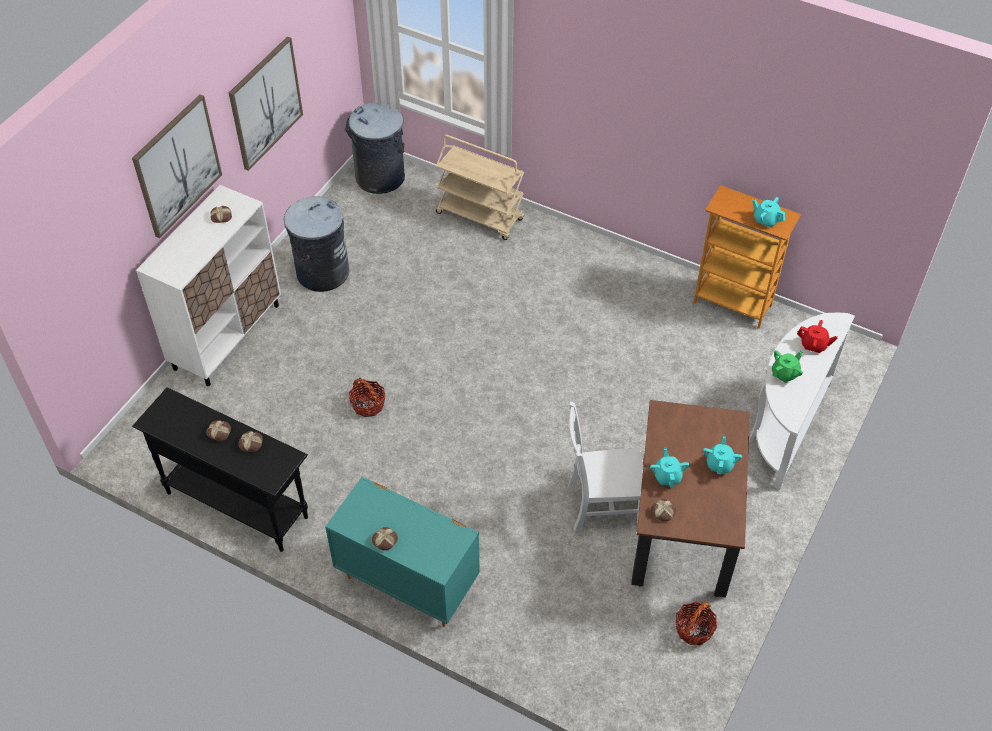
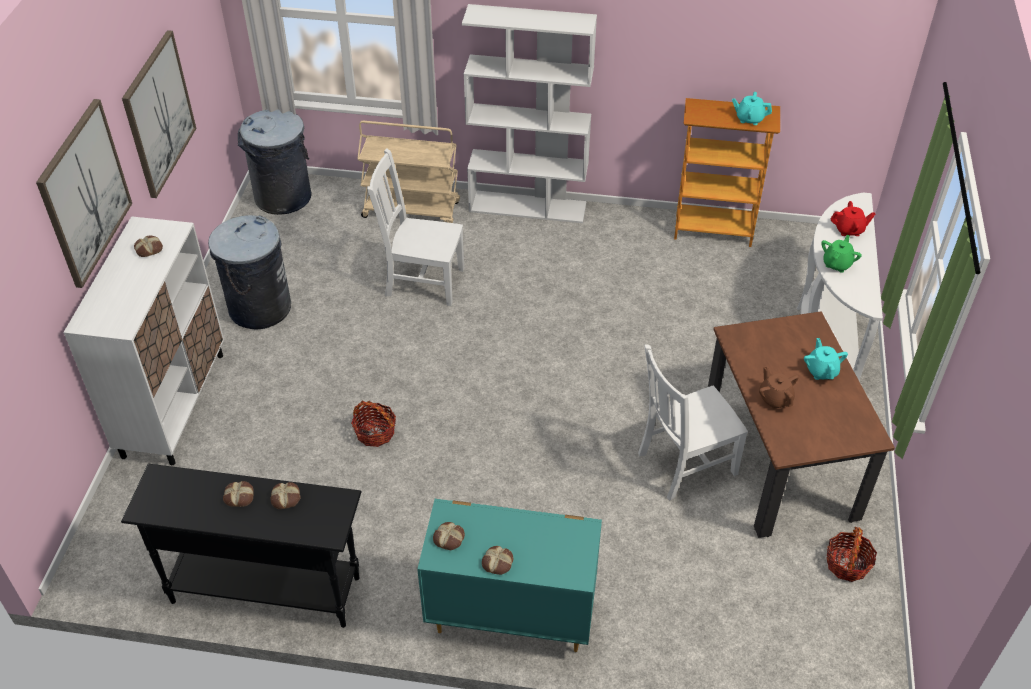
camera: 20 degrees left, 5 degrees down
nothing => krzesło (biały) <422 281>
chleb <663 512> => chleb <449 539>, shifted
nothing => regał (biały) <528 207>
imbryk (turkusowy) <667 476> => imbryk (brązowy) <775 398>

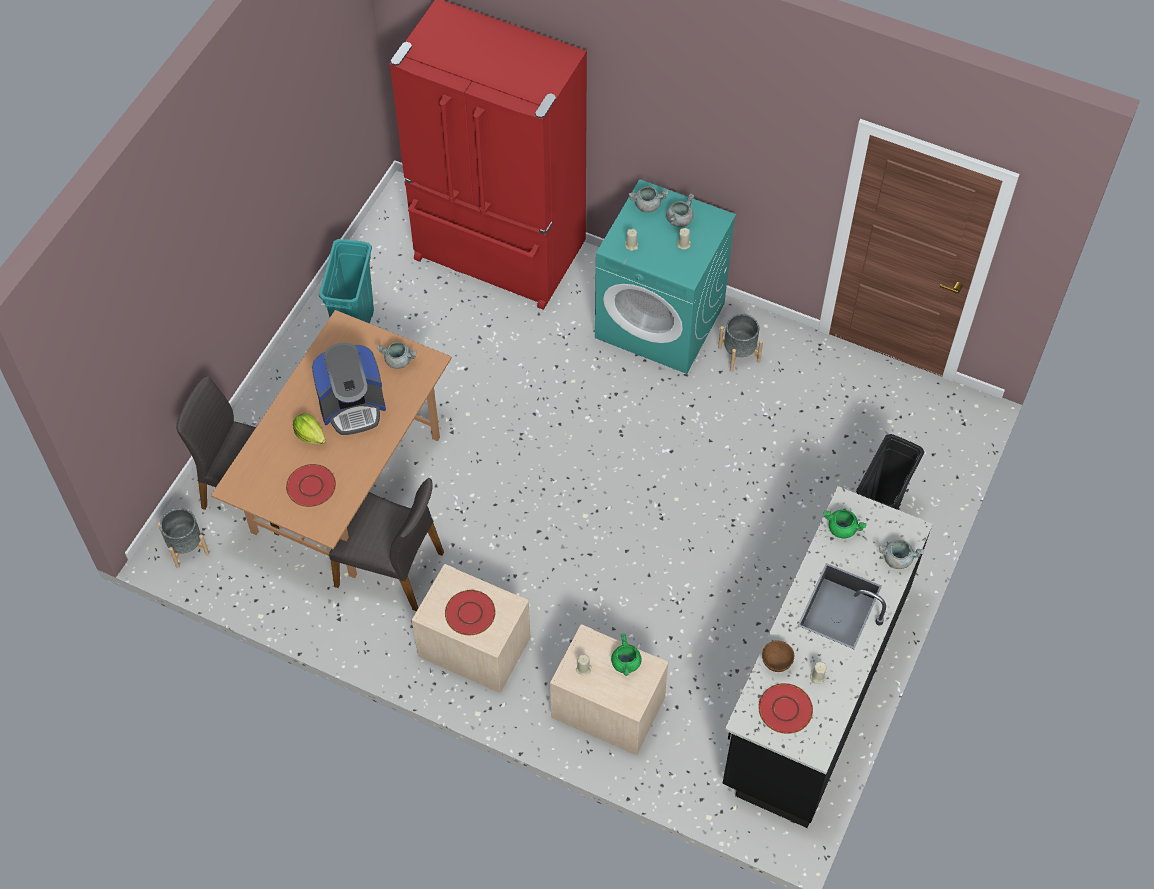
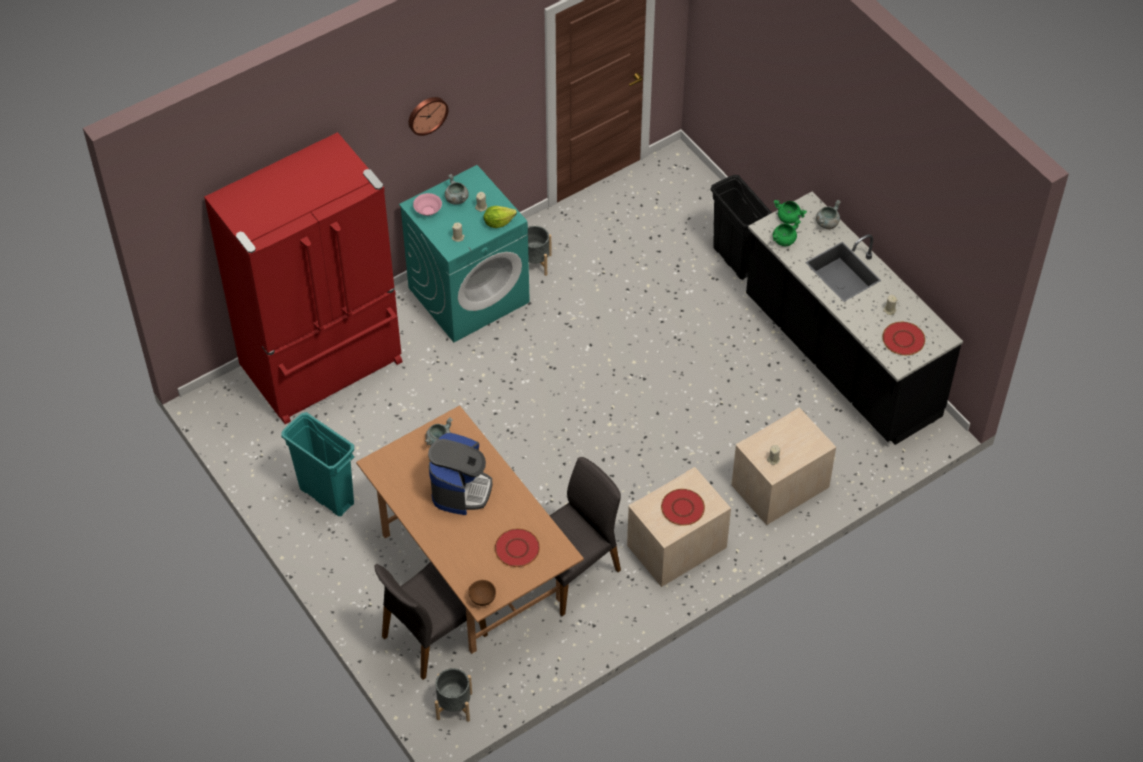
camera: 60 degrees left, 5 degrees down
nothing => zegar ścienny <427 114>
garnek (szary) <647 205> => miska (różowy) <428 210>
miska (brązowy) <776 663> => miska (brązowy) <482 599>, shifted
sałata <310 435> => sałata <498 222>, shifted
garnek (zielony) <626 663> => garnek (zielony) <789 218>, shifted

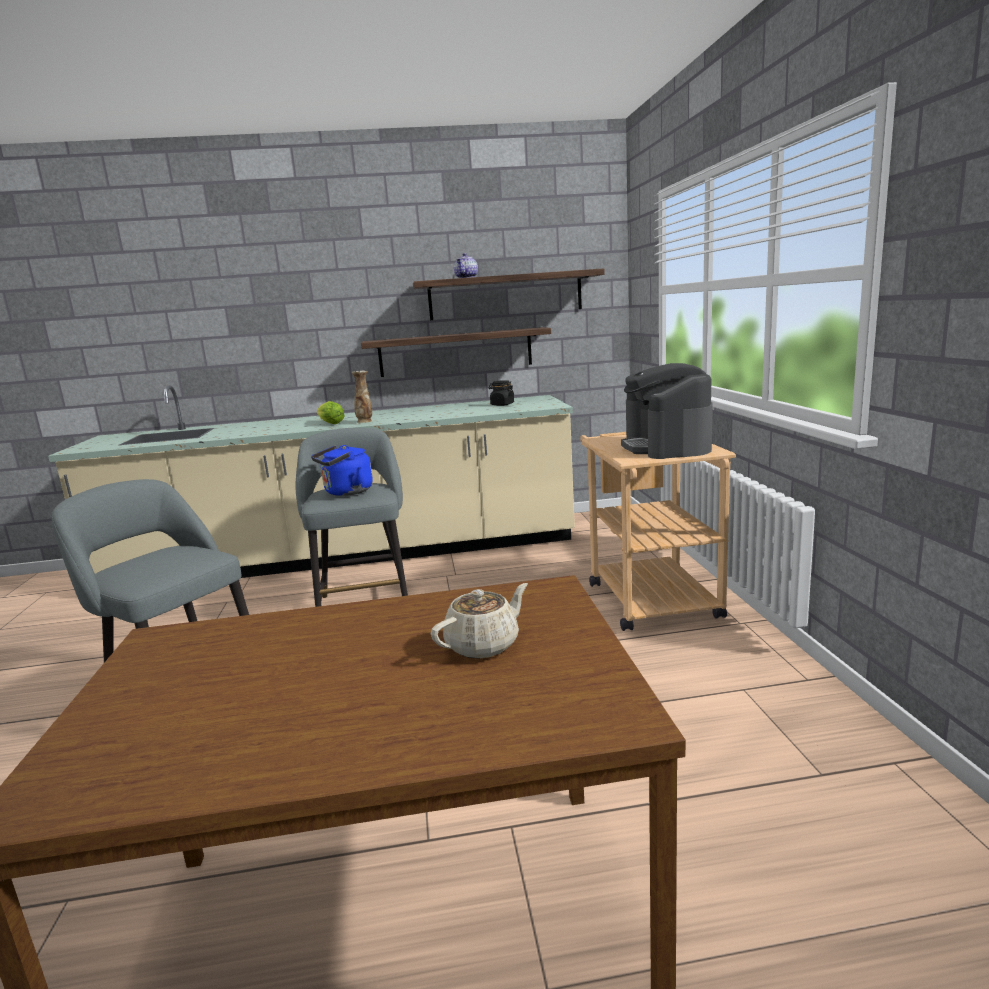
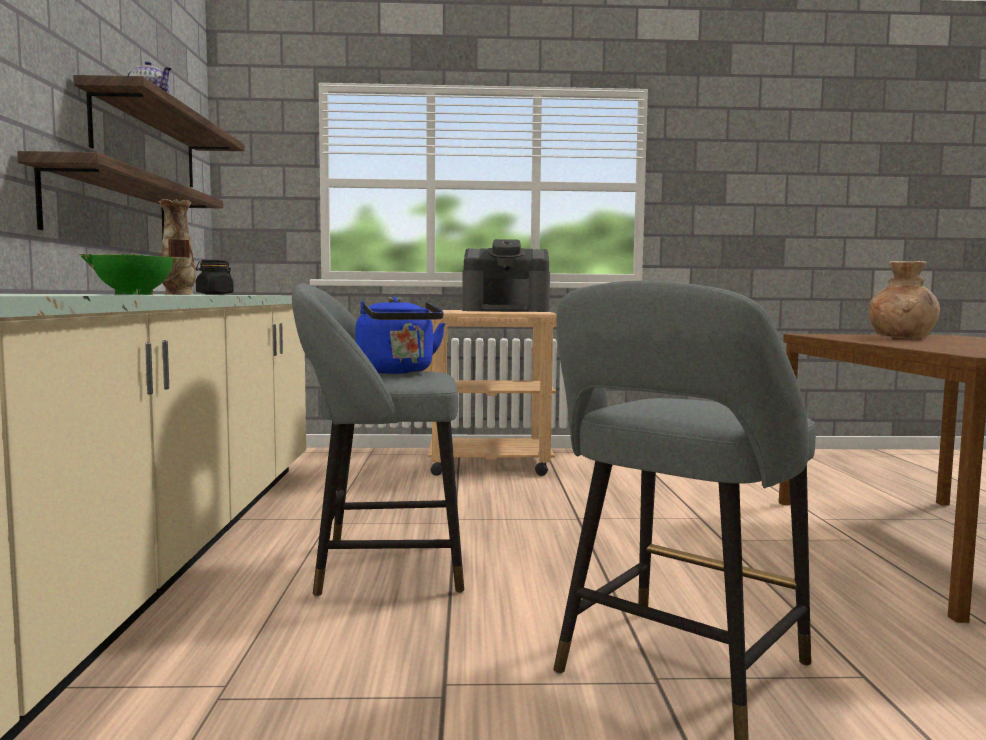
camera: 85 degrees left, 10 degrees down
sałata <329 423> => garnek (zielony) <135 294>
imbryk (beżowy) <484 645> => wazon (brązowy) <902 338>

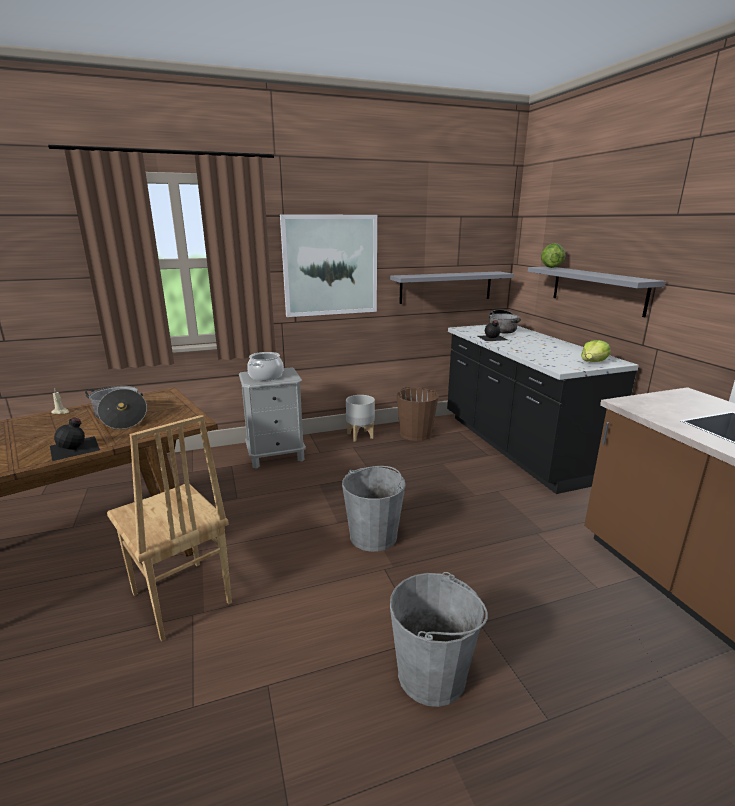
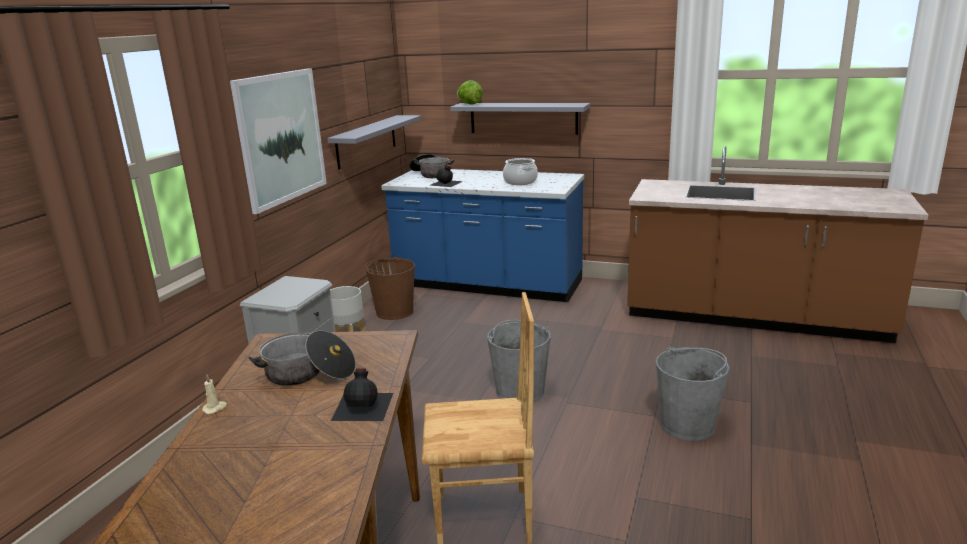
camera: 50 degrees left, 0 degrees up
zabudowa kuchenna (czarny) <516 446> => zabudowa kuchenna (niebieski) <488 285>
garnek <266 376> => garnek <520 182>, shifted
sałata <593 362> => nothing

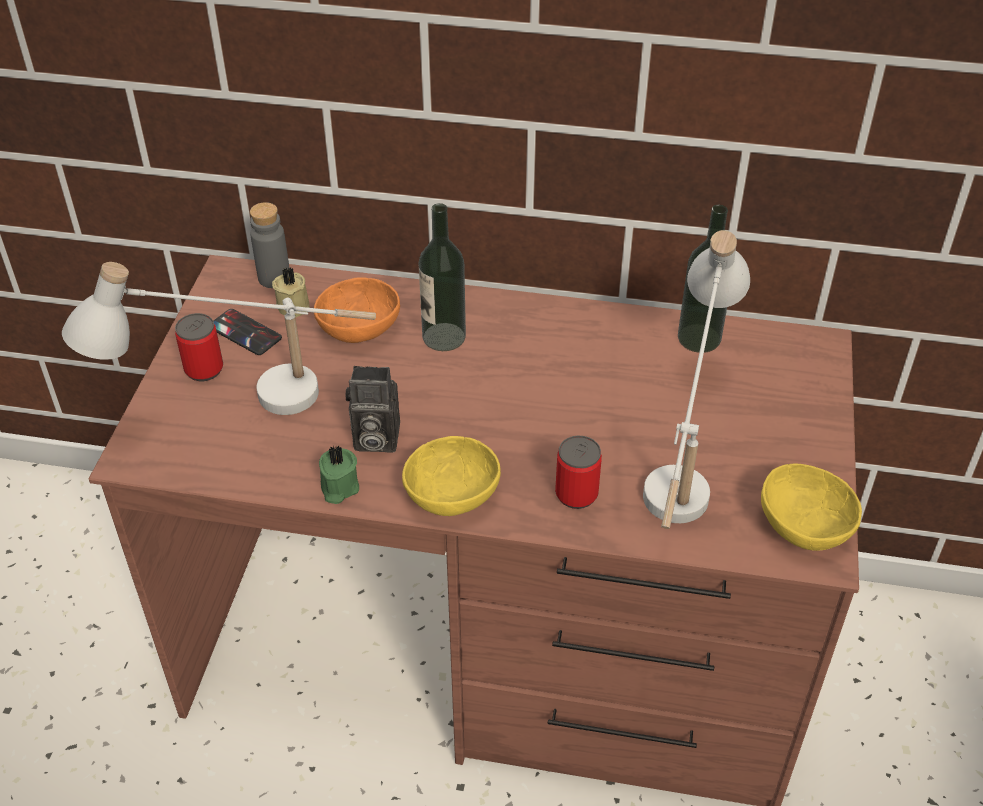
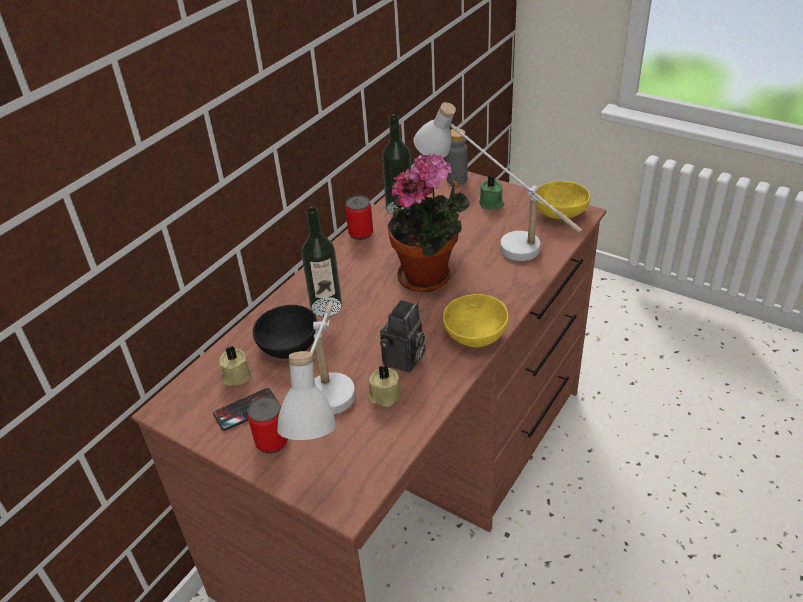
camera: 65 degrees left, 5 degrees down
miska (pomarańczowy) <357 328> => miska (czarny) <287 347>
puszka <576 494> => puszka <361 233>, shifted
nothing => świeca (beżowy) <384 396>
nothing => roślina doniczkowa <429 276>
butelka (szary) <274 278> => butelka (szary) <457 180>, shifted
świeca (zielony) <338 488> => świeca (zielony) <491 204>, shifted

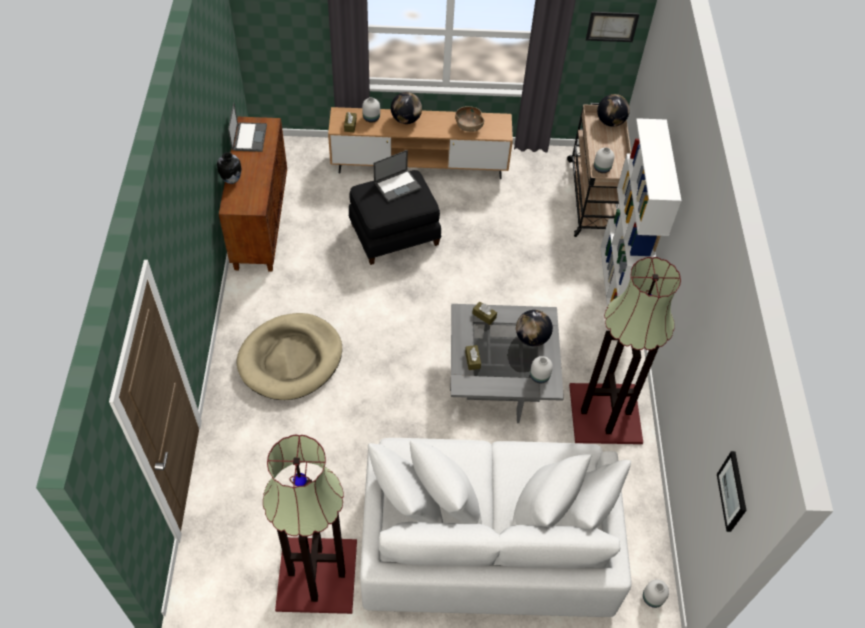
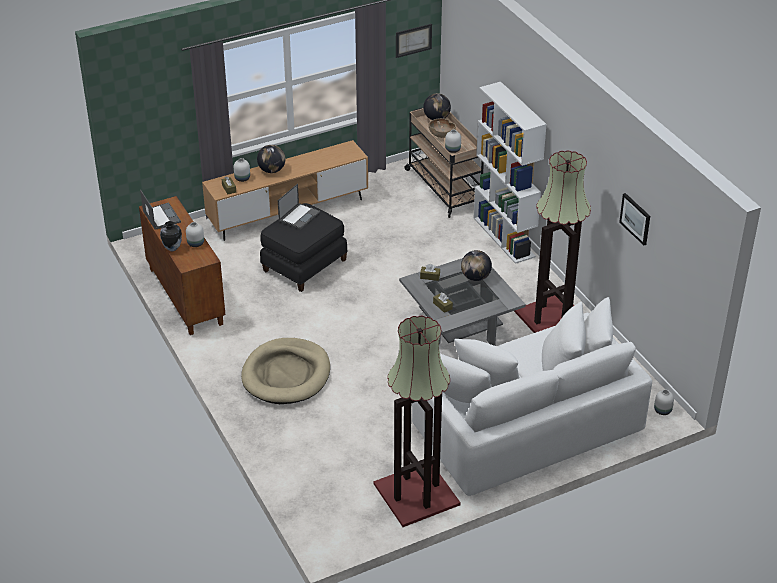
camera: 25 degrees left, 15 degrees down
wazon (biały) <539 377> => wazon (biały) <196 243>, shifted
miska (brązowy) <468 126> => miska (brązowy) <441 135>, shifted
obraz <733 491> => obraz <635 218>, shifted

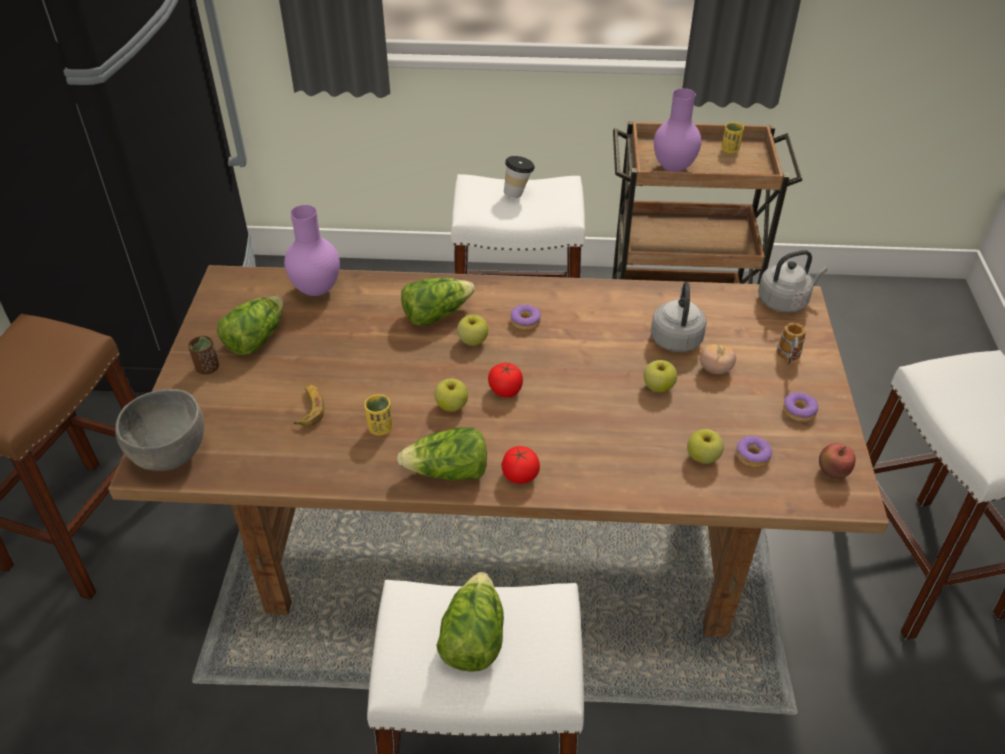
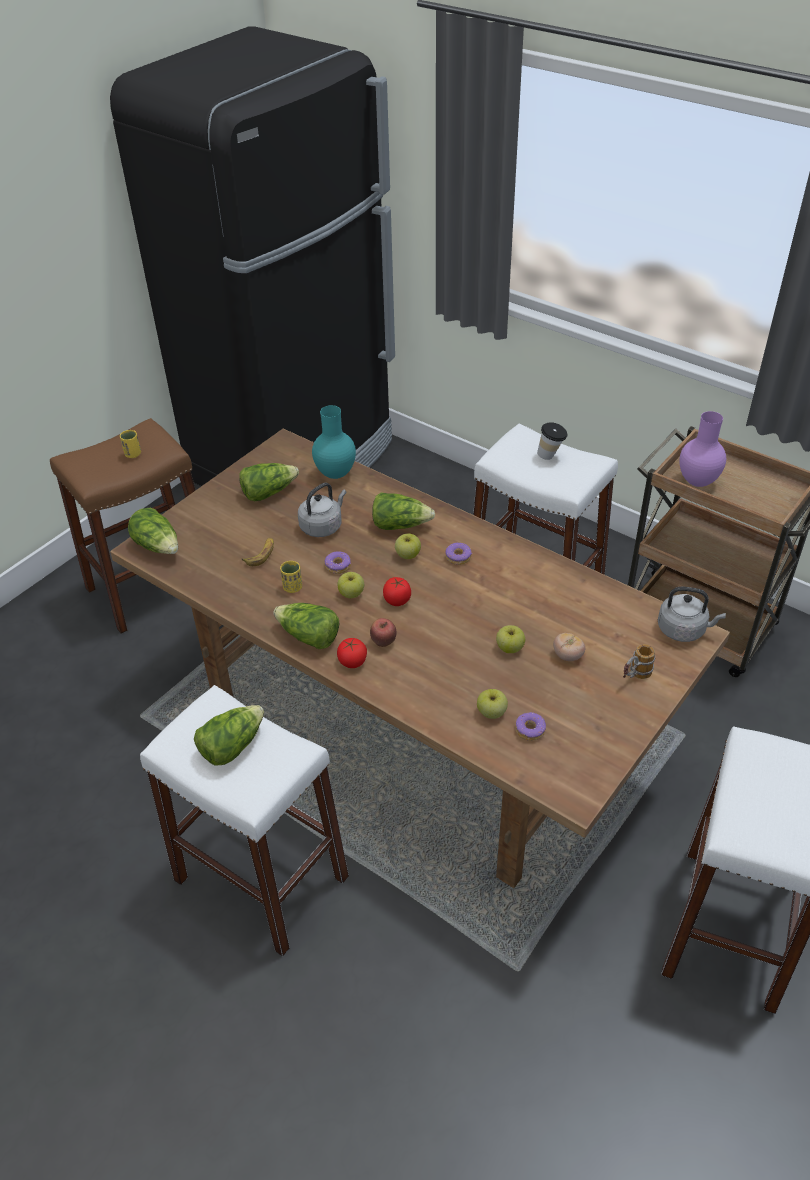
camera: 35 degrees right, 0 degrees up
filiżanka (żółty) <730 150> => filiżanka (żółty) <133 454>, shifted
miska (szary) <170 454> => sałata <158 546>
czajnik (szary) <676 337> => czajnik (szary) <323 526>, shifted
wazon (fioletowy) <315 291> => wazon (turkusowy) <334 474>
donut <799 411> => donut <338 566>, shifted
jabłko <832 473> => jabłko <383 642>, shifted
filiżanka (brązowy) <207 368> => nothing

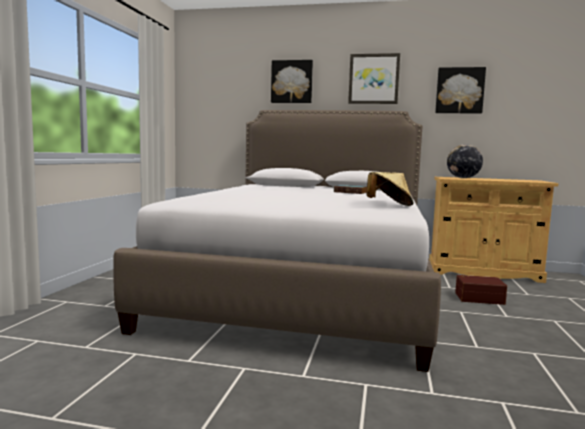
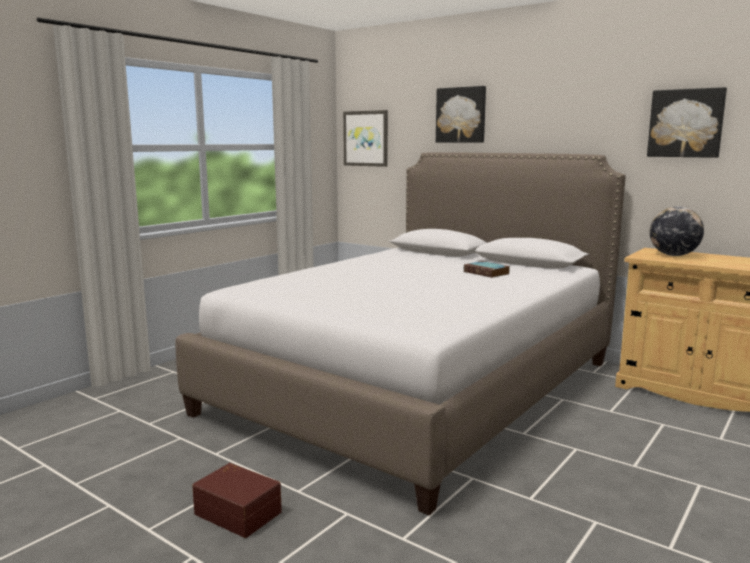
camera: 25 degrees right, 5 degrees up
pojemnik do przechowywania (brązowy) <479 298> => pojemnik do przechowywania (brązowy) <239 512>, shifted
obraz <373 79> => obraz <366 138>, shifted
kapelusz (beżowy) <389 205> => nothing

